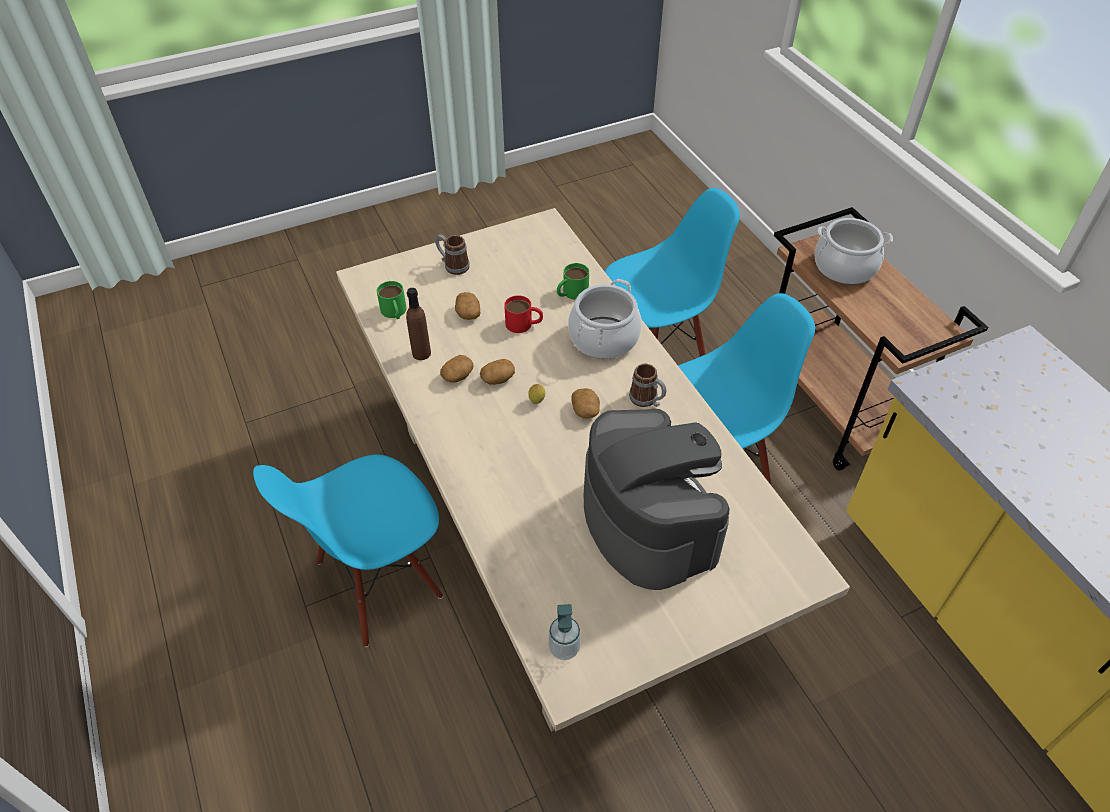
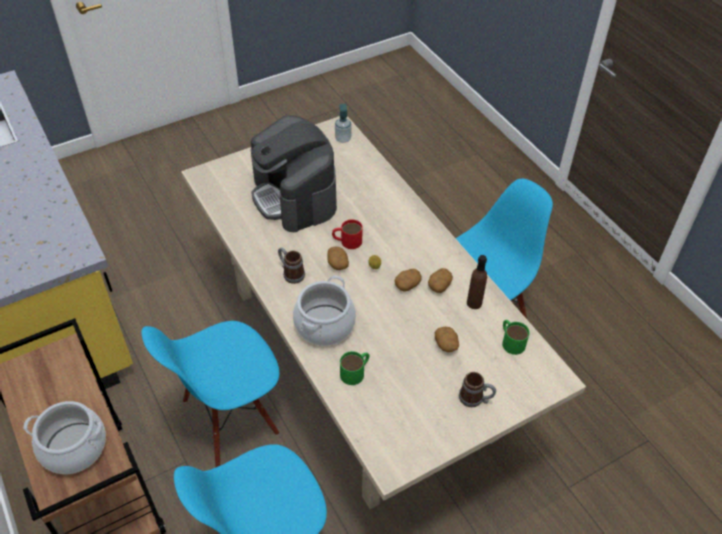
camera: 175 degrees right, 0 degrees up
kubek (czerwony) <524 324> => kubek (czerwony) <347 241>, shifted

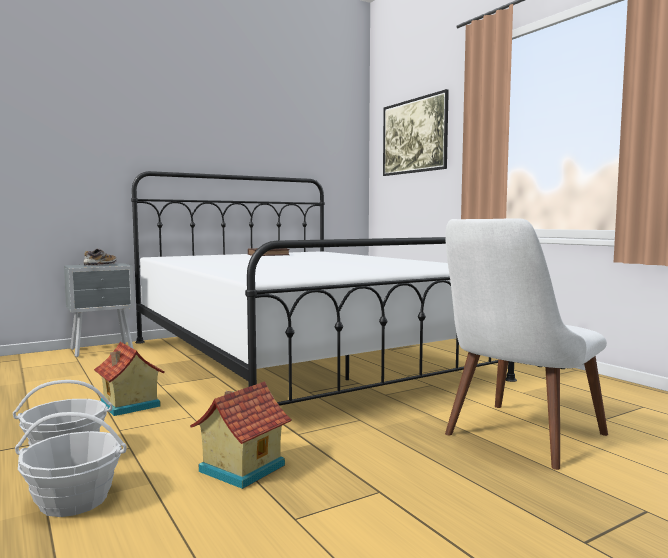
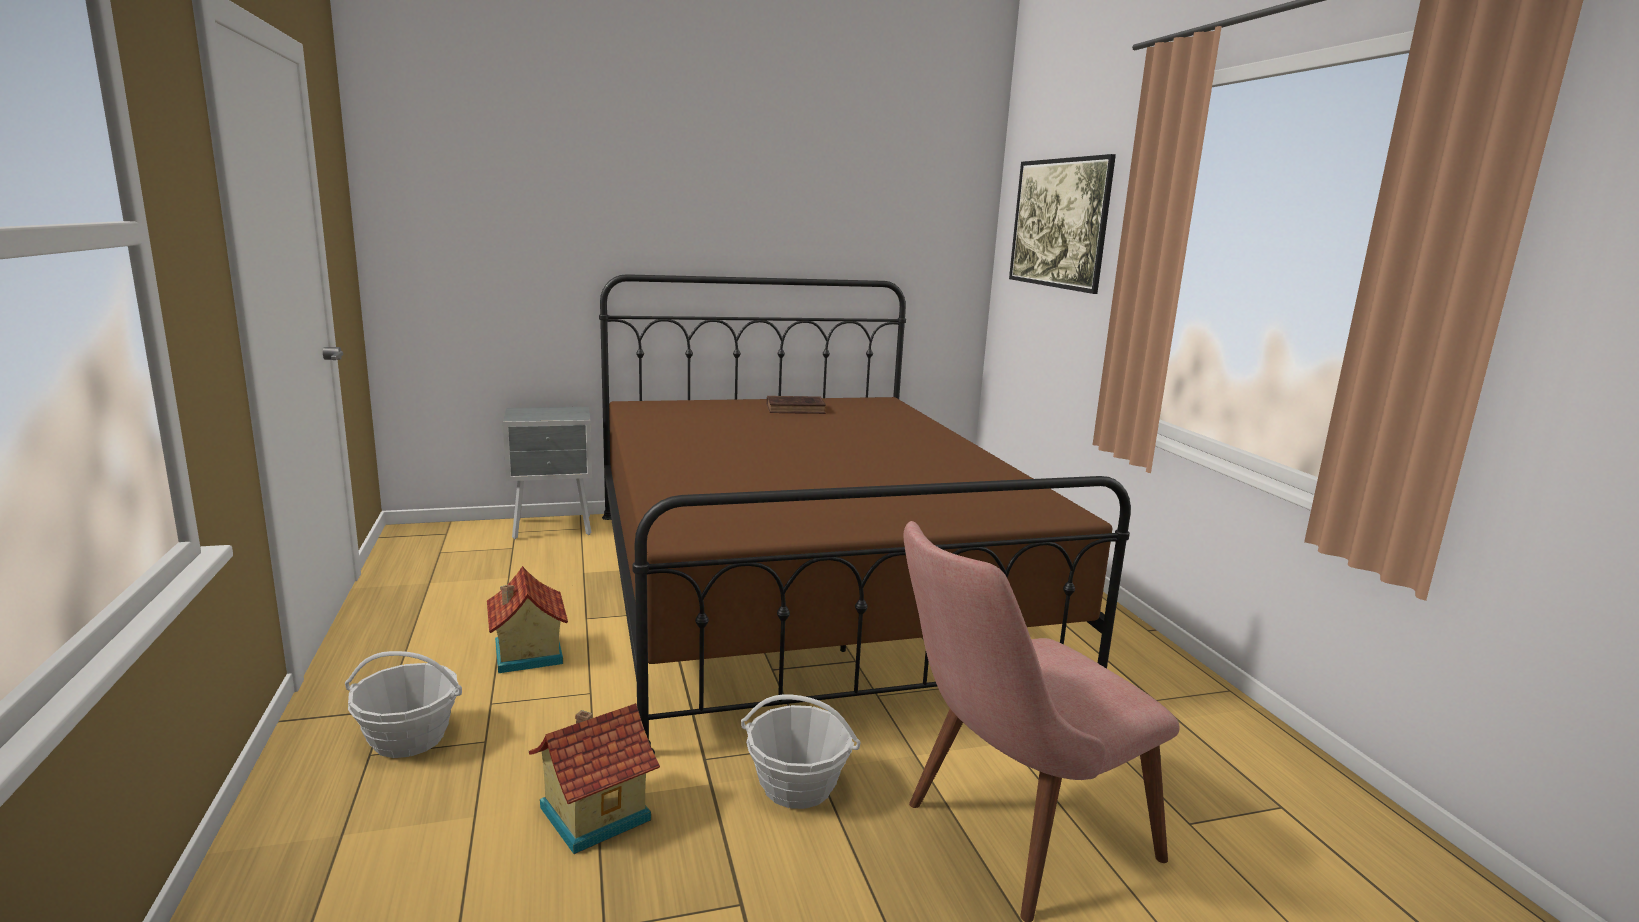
camera: 15 degrees right, 10 degrees up
łóżko (biały) <300 358> => łóżko (brązowy) <804 589>
koszyk <74 500> => koszyk <797 786>, shifted
krzesło (biały) <515 439> => krzesło (różowy) <1008 840>
but <100 265> => nothing

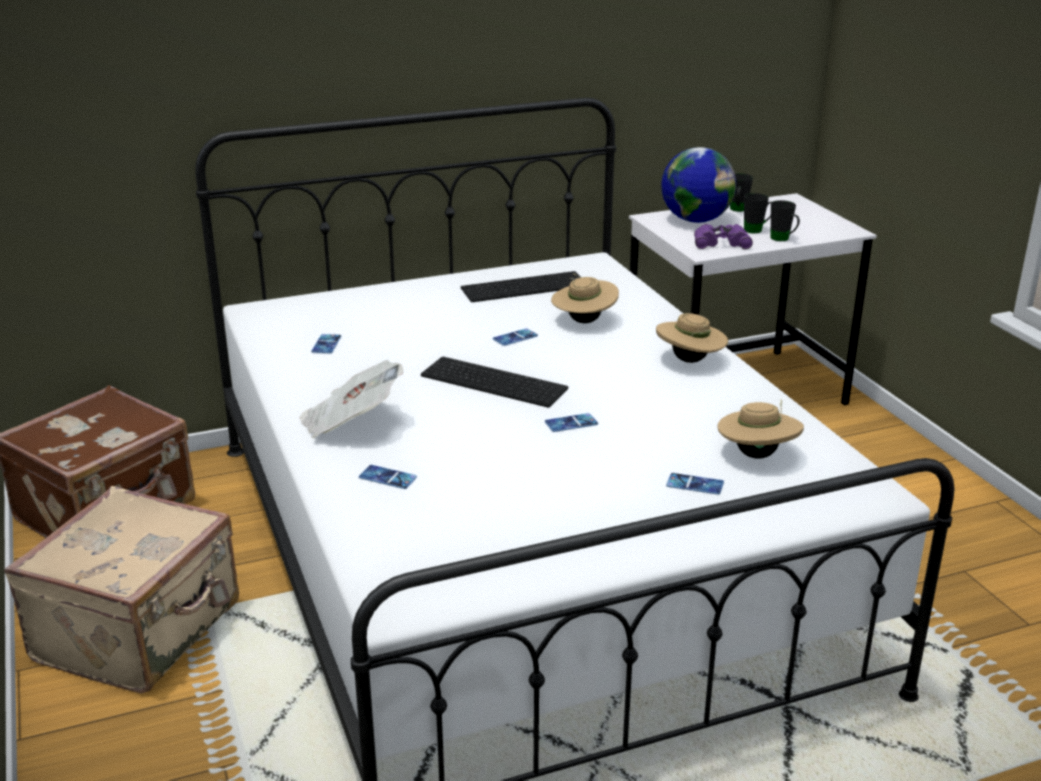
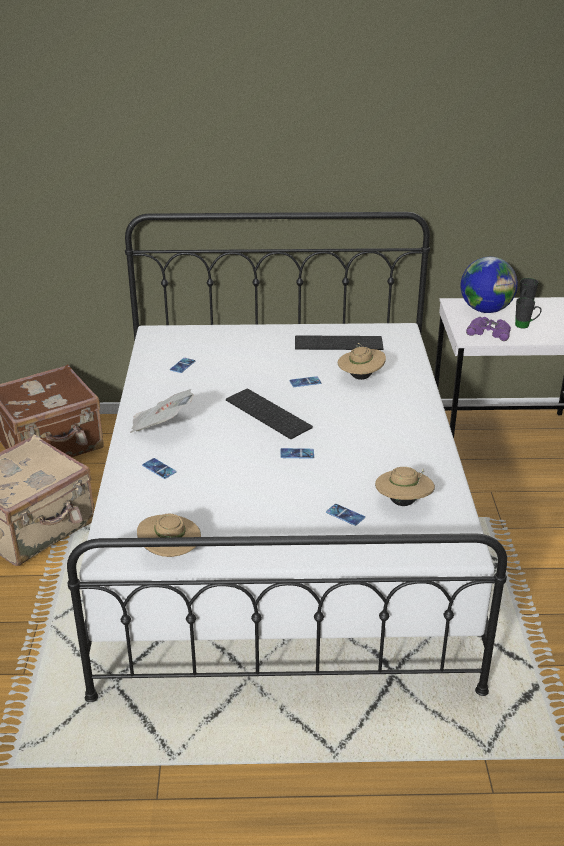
camera: 20 degrees right, 5 degrees up
kapelusz (beżowy) <690 361> => kapelusz (beżowy) <170 553>, shifted
kubek (czarny) <783 239> => nothing

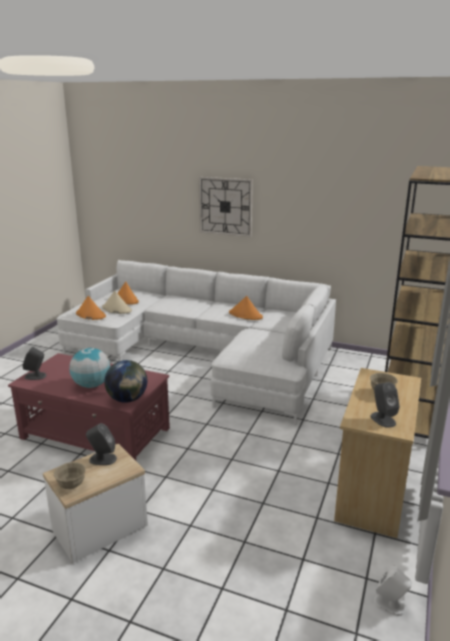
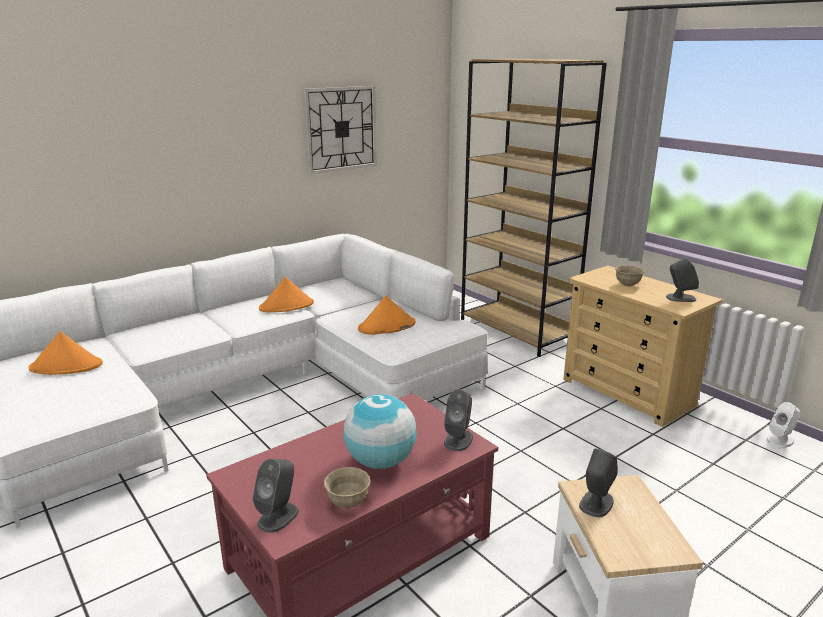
camera: 60 degrees left, 0 degrees up
zegar ścienny <225 206> => zegar ścienny <341 129>, shifted
miska (beżowy) <71 485> => miska (beżowy) <348 502>, shifted
kapelusz (pomarańczowy) <90 315> => kapelusz (pomarańczowy) <386 326>, shifted
globus <127 399> => głośnik (szary) <458 440>
kapelusz (beżowy) <116 309> => nothing

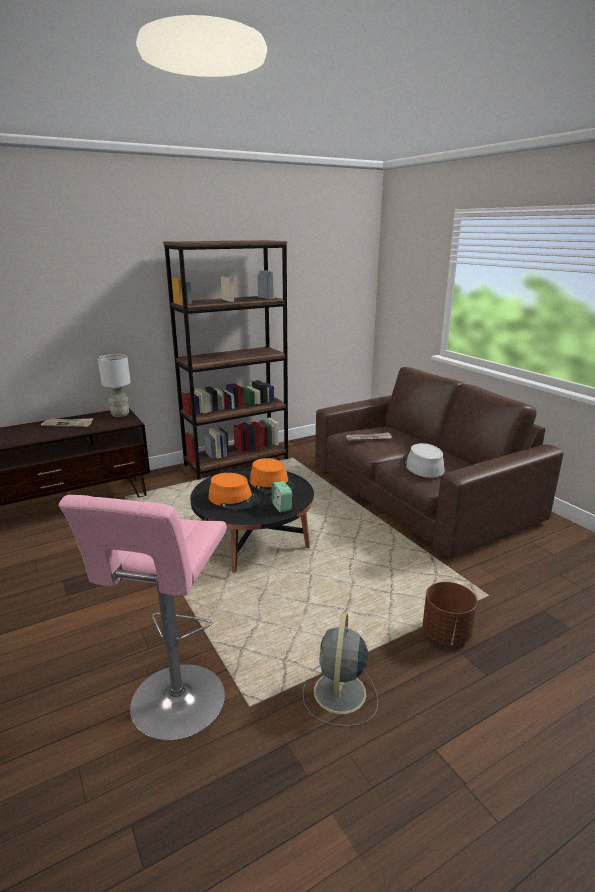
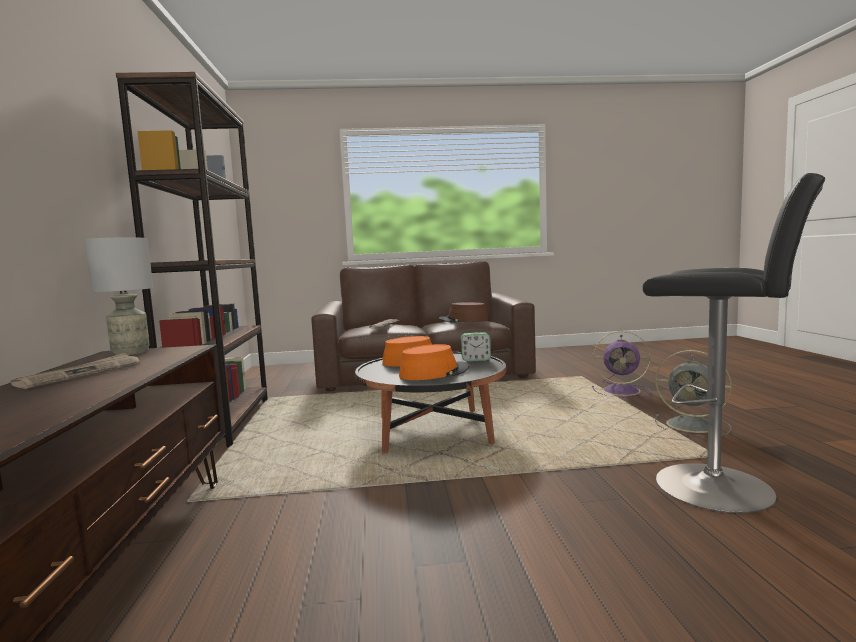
camera: 65 degrees left, 15 degrees down
kapelusz (szary) <422 465> => kapelusz (brązowy) <463 320>
donica (brązowy) <446 634> => wentylator (fioletowy) <623 391>
stołek (różowy) <175 706> => stołek (czarny) <723 488>

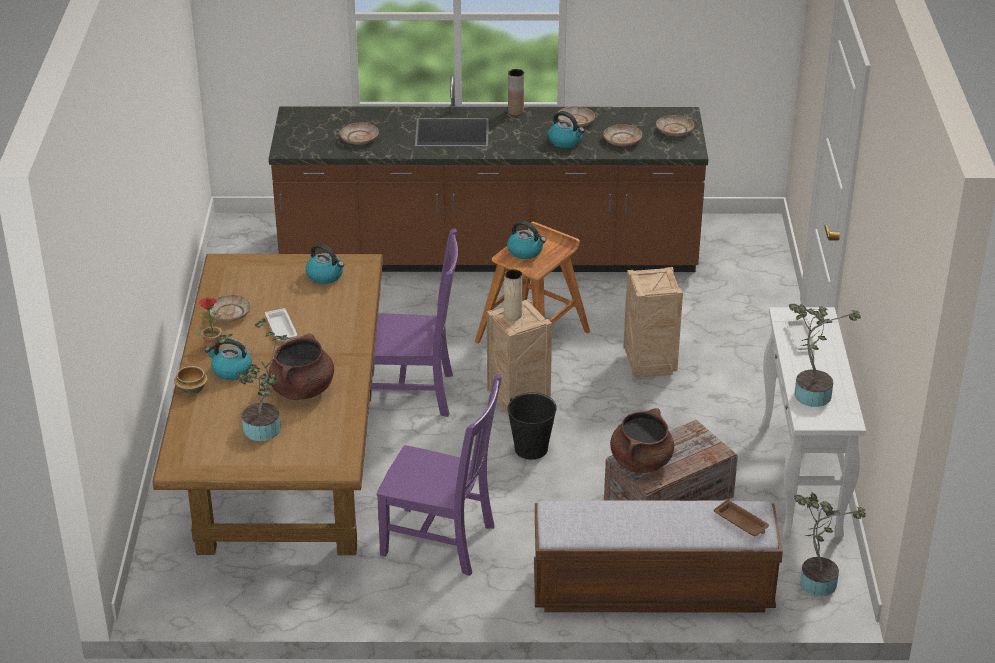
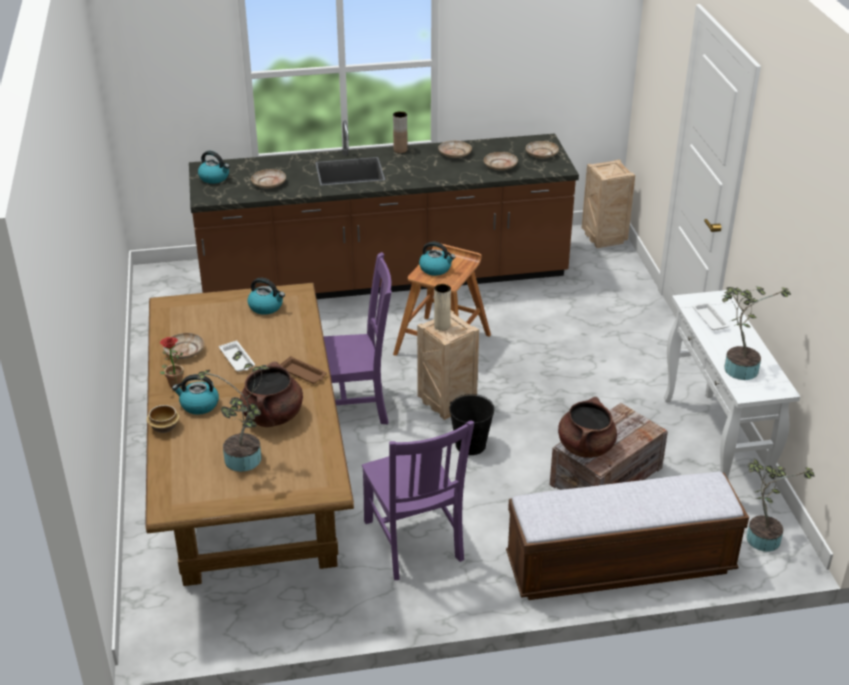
camera: 10 degrees left, 0 degrees up
czajnik <565 141> => czajnik <215 178>, shifted
taca (brązowy) <741 522> => taca (brązowy) <303 373>, shifted
krzesło (fioletowy) <442 541> => krzesło (fioletowy) <414 543>, 60 degrees clockwise
skrzynka <650 365> => skrzynka <605 239>, shifted

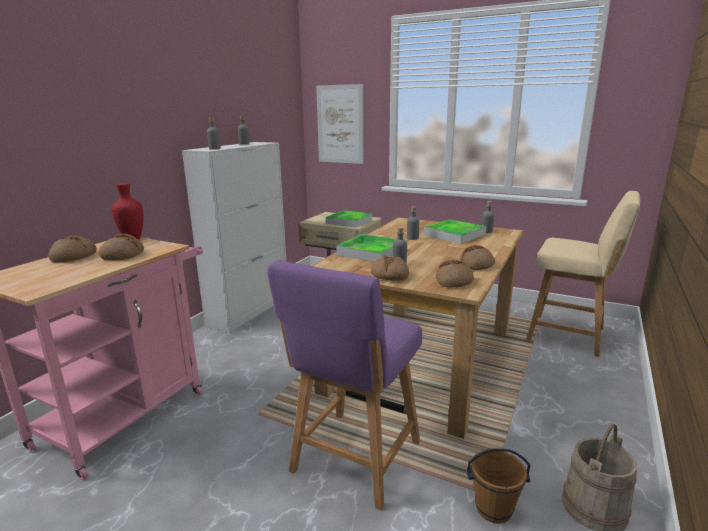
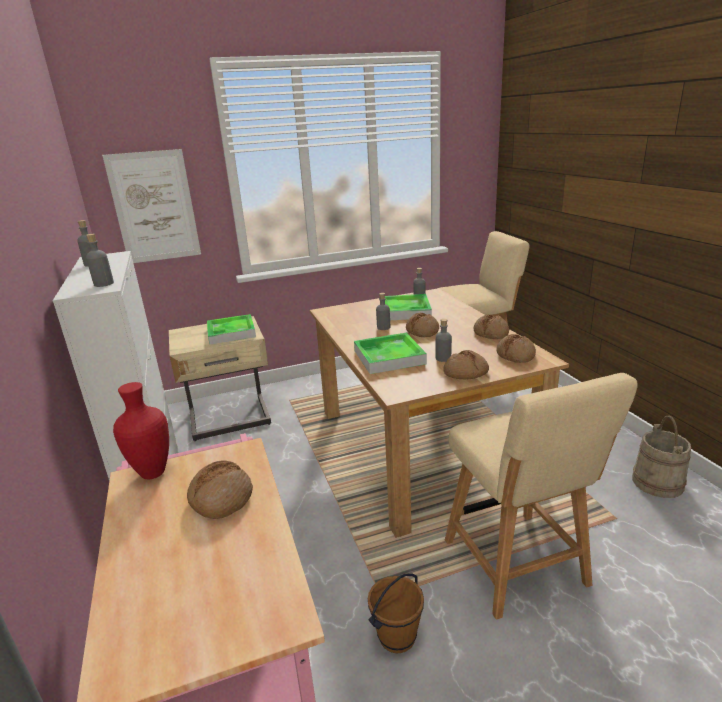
camera: 45 degrees left, 5 degrees up
wiadro (brązowy) <493 508> => wiadro (brązowy) <396 636>, shifted
chleb <74 257> => chleb <422 331>, shifted
krzesło (fioletowy) <353 460> => krzesło (beżowy) <518 567>

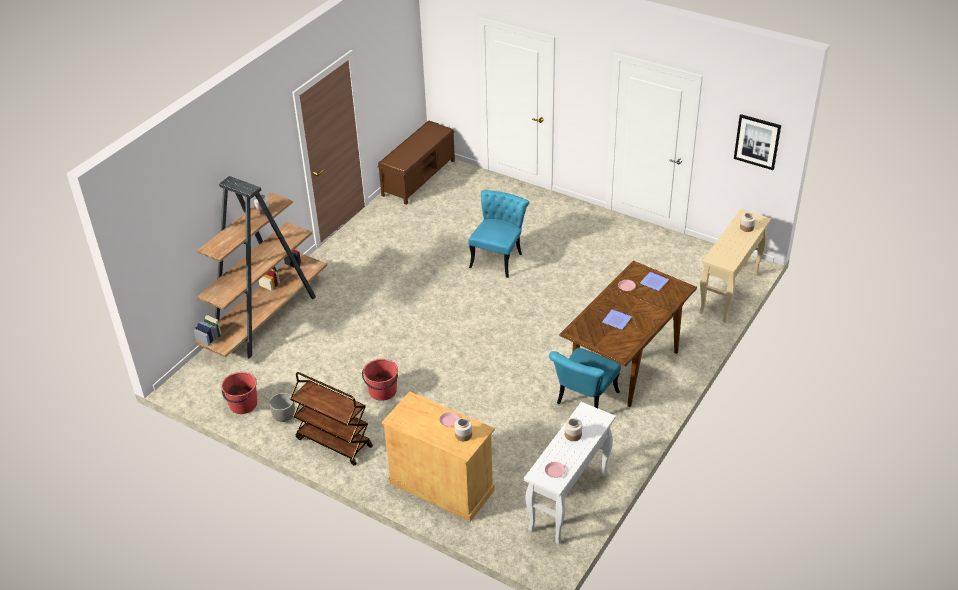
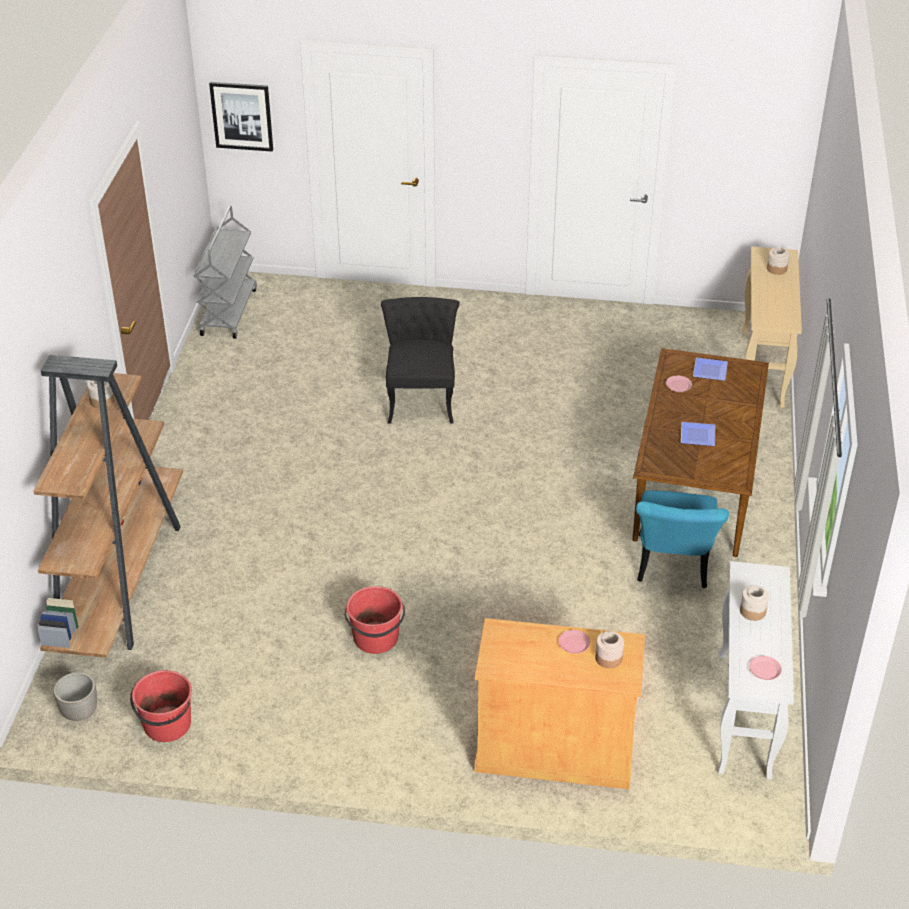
camera: 25 degrees left, 0 degrees up
donica <284 417> => donica <79 713>, shifted
ławka (brązowy) <419 177> => wózek (szary) <228 311>
obraz <757 141> => obraz <242 116>, shifted
krzesło (turkusowy) <498 257> => krzesło (czarny) <421 398>
wózek (brązowy) <333 442> => nothing

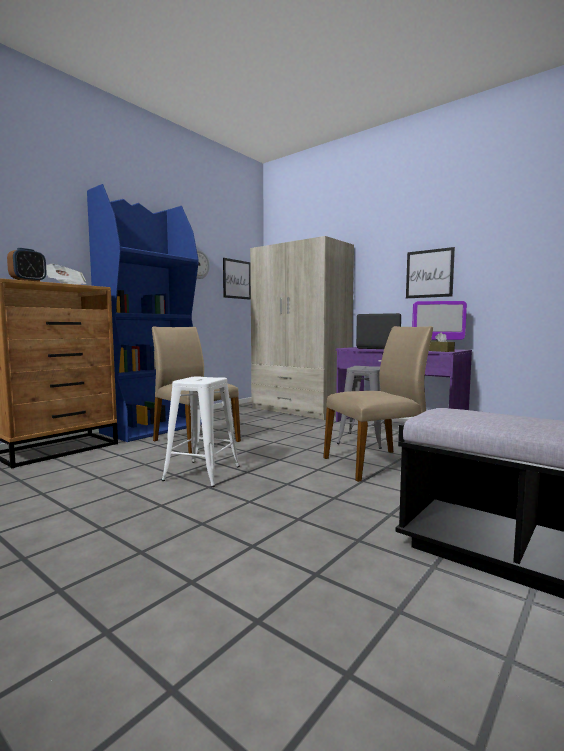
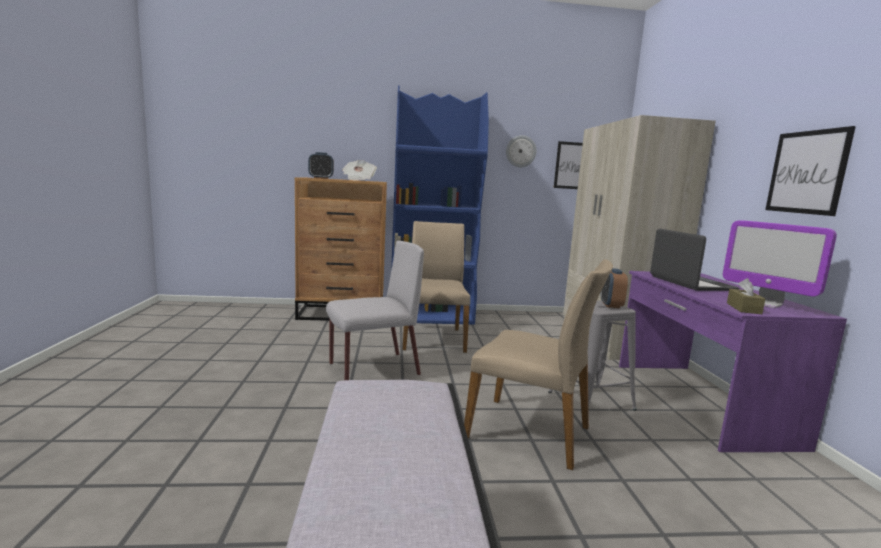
camera: 45 degrees right, 5 degrees up
stołek (biały) <202 473> => krzesło (szary) <372 369>
nothing => budzik <611 305>

